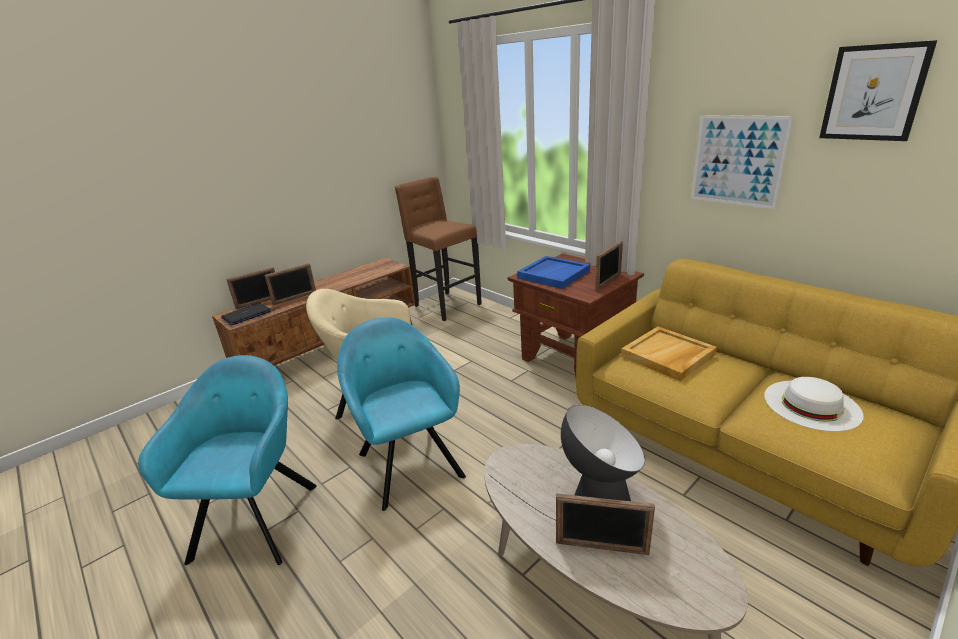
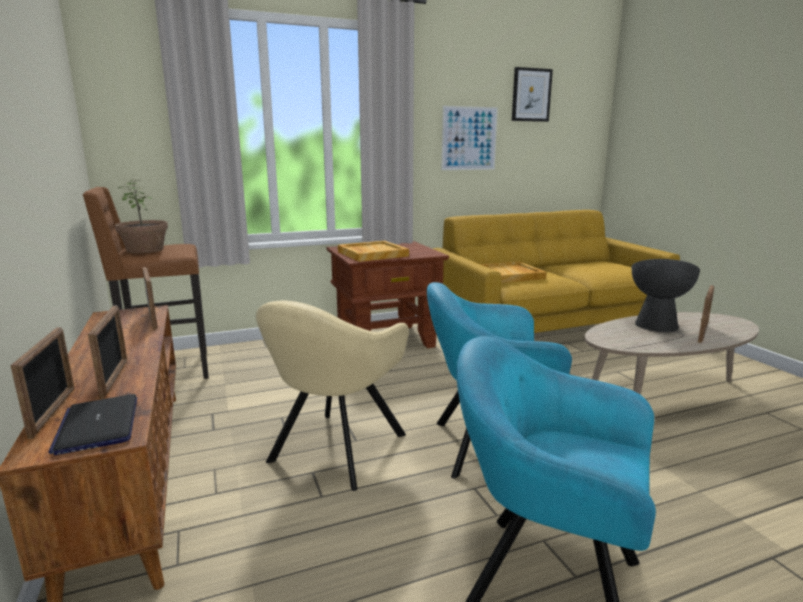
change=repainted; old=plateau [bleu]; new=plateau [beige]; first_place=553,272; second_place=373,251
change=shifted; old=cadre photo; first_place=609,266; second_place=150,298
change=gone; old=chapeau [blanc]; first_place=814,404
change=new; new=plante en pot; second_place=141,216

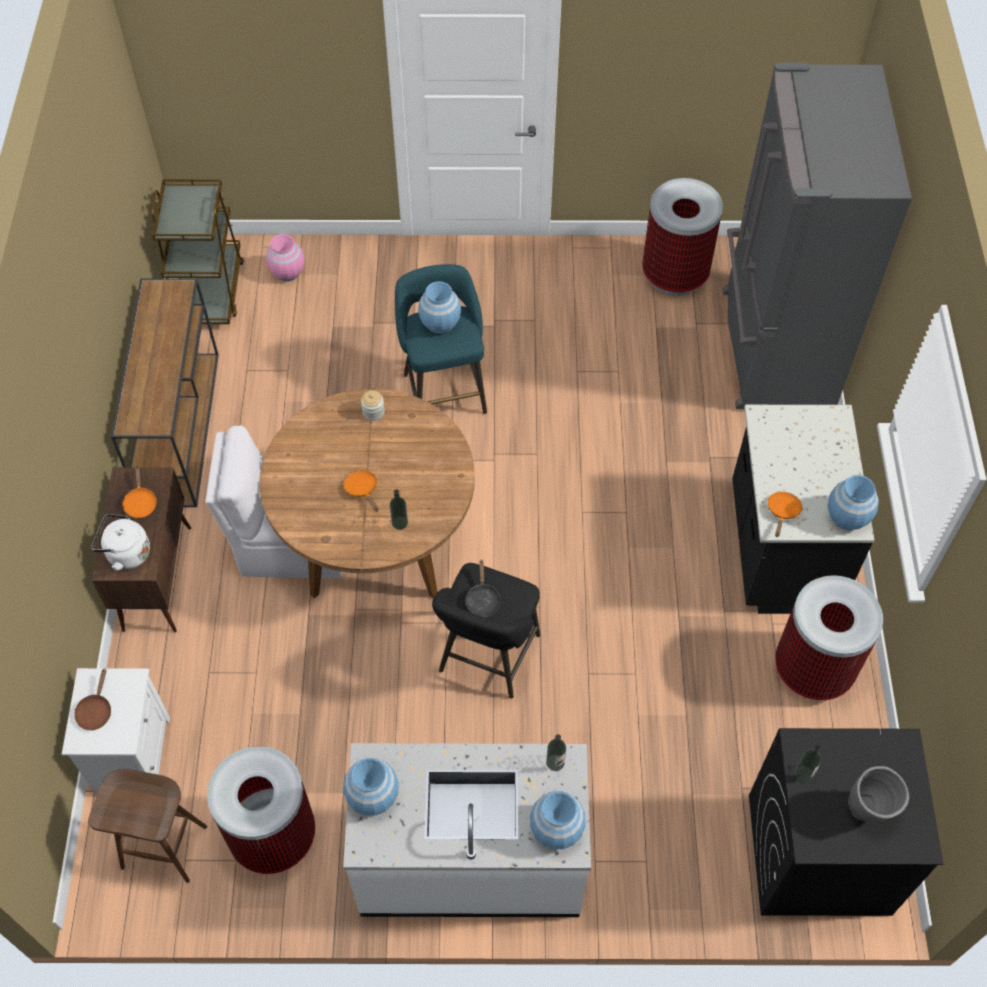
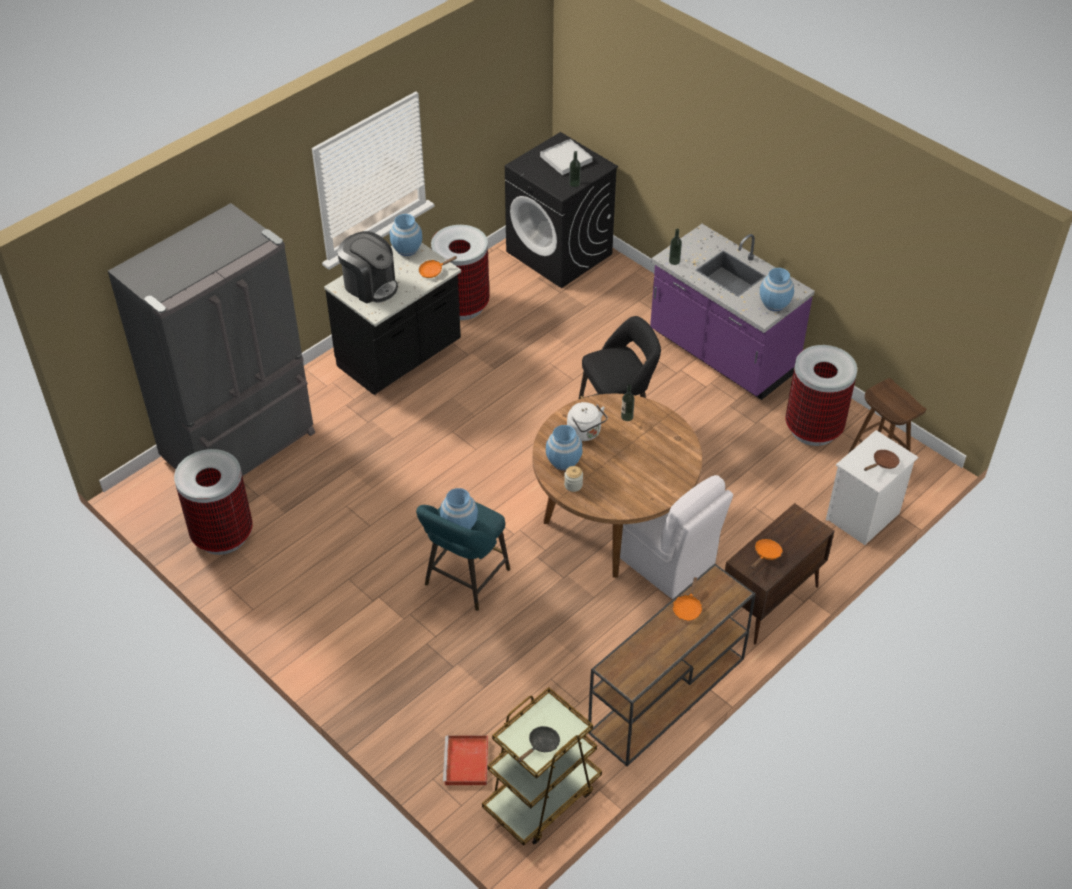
change=shifted; old=bouilloire [blanc]; first_place=120,542; second_place=587,421
change=swapped; old=vase [rose]; new=plateau [rouge]; first_place=285,257; second_place=465,760
change=repainted; old=comptoir de cuisine [blanc]; new=comptoir de cuisine [violet]; first_place=467,830; second_place=732,312
change=shifted; old=poêle [orange]; first_place=361,491; second_place=687,599
change=shifted; old=poêle [noir]; first_place=483,588; second_place=539,744
change=shifted; old=vase [bleu]; first_place=558,820; second_place=564,447
change=swapped; old=vase [gris]; new=plateau [blanc]; first_place=878,794; second_place=566,157
change=new; new=machine à café; second_place=367,267

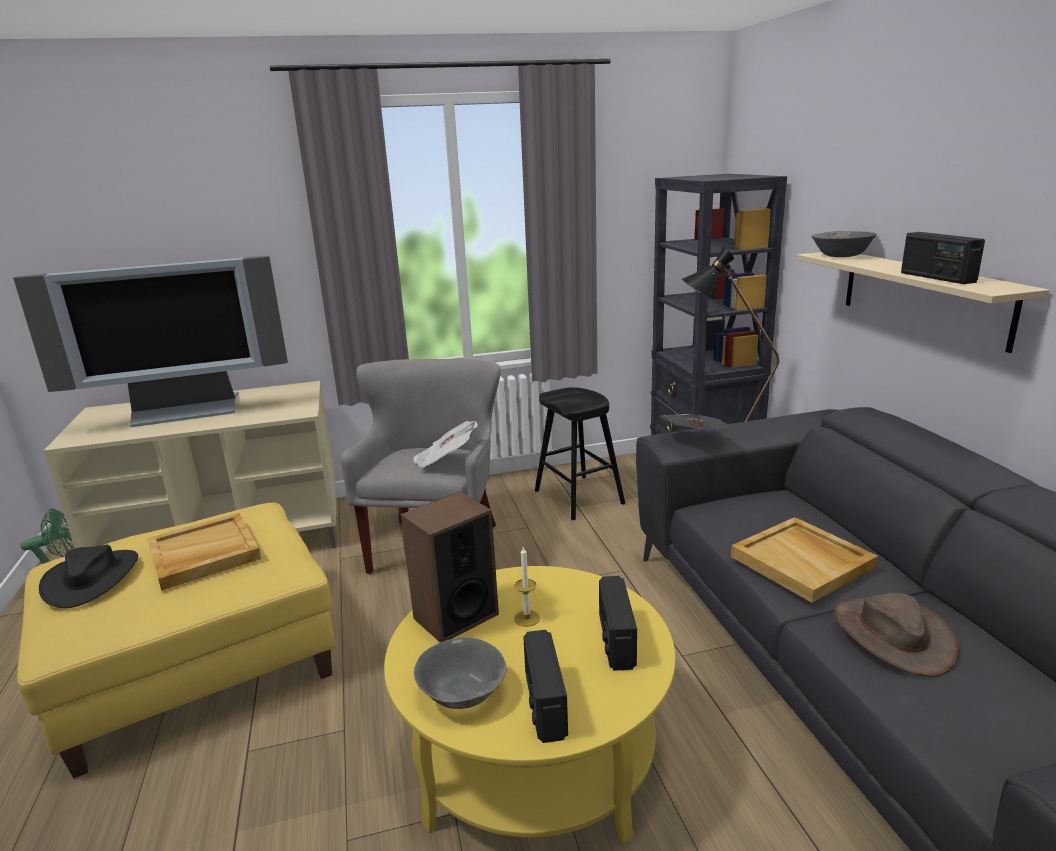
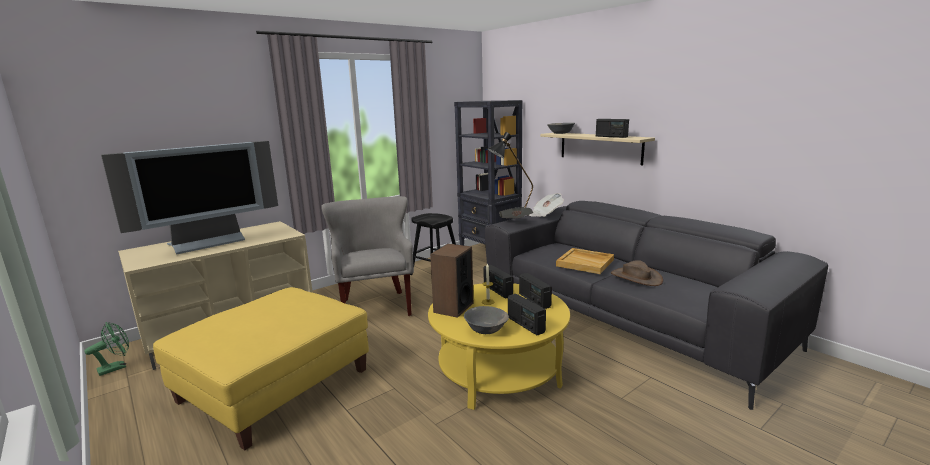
change=gone; old=chapeau [noir]; first_place=88,576
change=gone; old=plateau [beige]; first_place=204,552
change=shifted; old=journal; first_place=445,445; second_place=546,205
change=new; new=radio; second_place=498,282

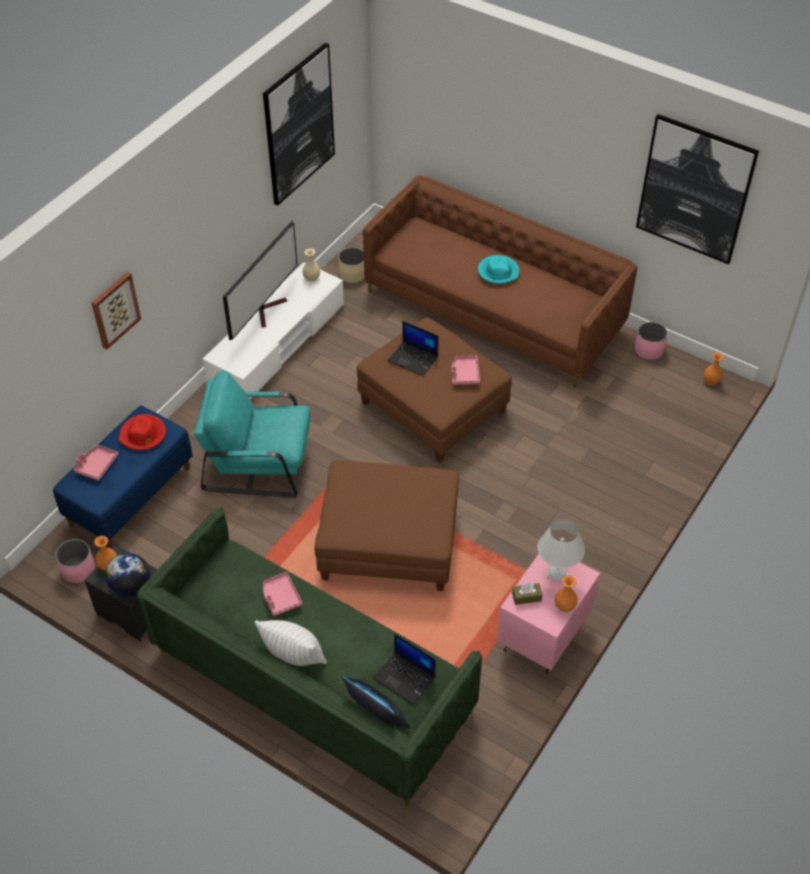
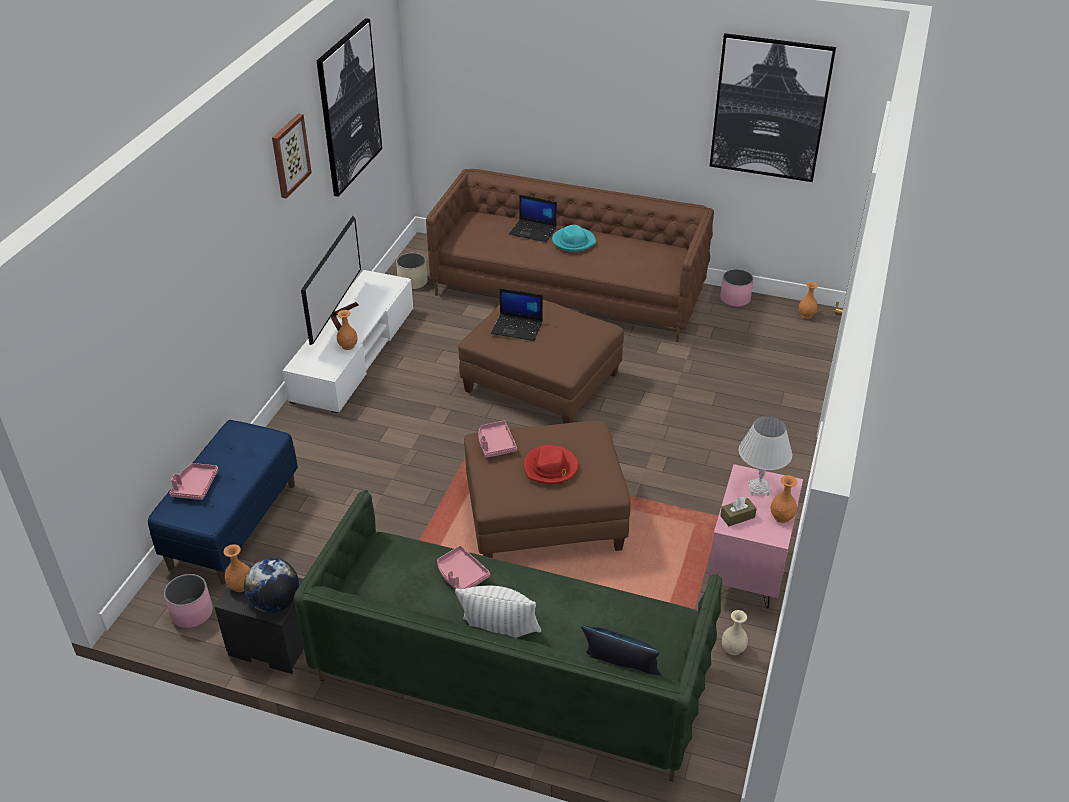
change=shifted; old=tableau; first_place=116,311; second_place=292,156
change=shifted; old=chapeau [rouge]; first_place=142,432; second_place=551,464
change=gone; old=fauteuil [turquoise]; first_place=252,434
change=shifted; old=vase [beige]; first_place=311,265; second_place=735,632
change=shifted; old=ordinateur portable; first_place=404,669; second_place=533,218
change=shifted; old=plateau [rose]; first_place=465,370; second_place=497,439
change=new; new=vase [orange]; second_place=347,330

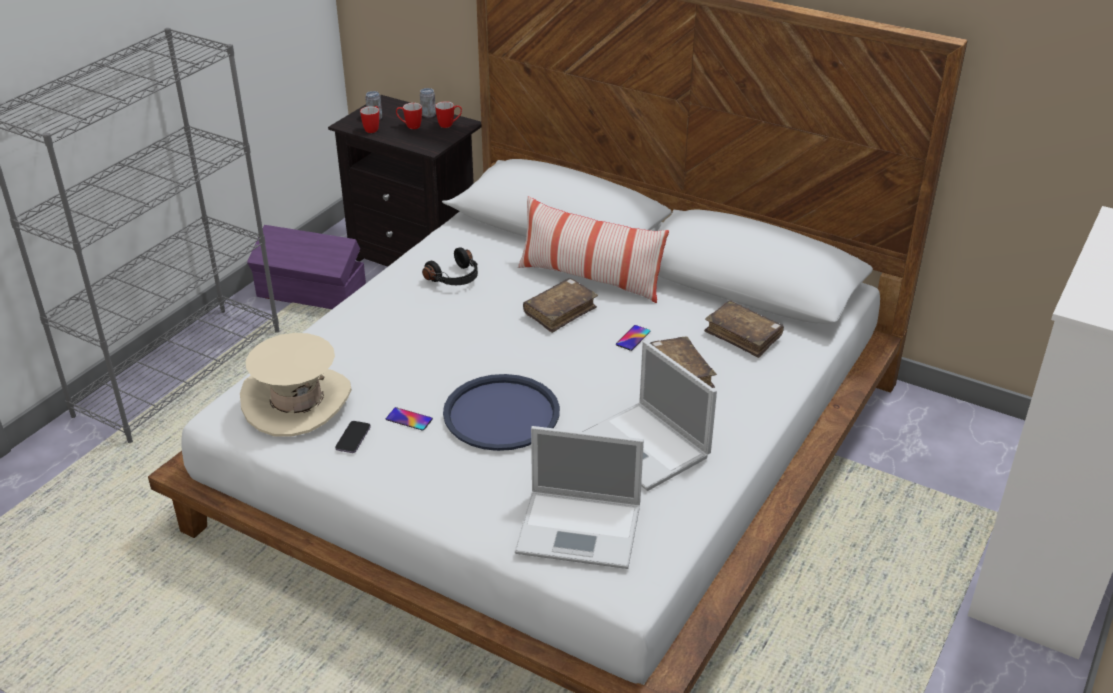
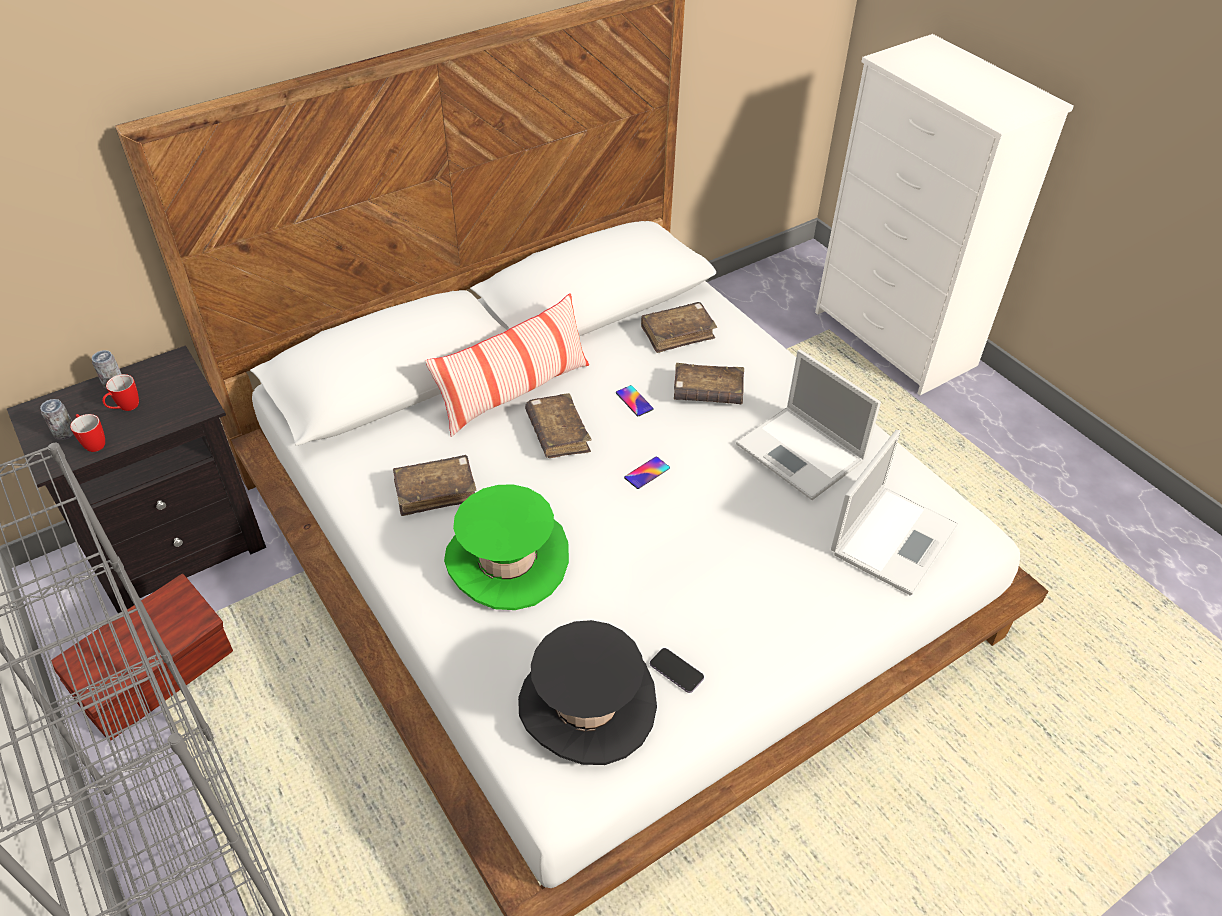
change=repainted; old=chapeau [beige]; new=chapeau [noir]; first_place=296,385; second_place=587,692
change=repainted; old=boîte de rangement [violet]; new=boîte de rangement [marron]; first_place=306,267; second_place=142,657
change=shifted; old=téléphone; first_place=409,419; second_place=647,473
change=swapped; old=casque audio [noir]; new=livre [marron]; first_place=450,266; second_place=435,485
change=gone; old=mug; first_place=448,114
change=gone; old=plateau [bleu]; first_place=501,412
change=rotated; old=ordinateur portable; first_place=649,416; second_place=808,425; degrees=60
change=new; new=chapeau [vert]; second_place=506,547

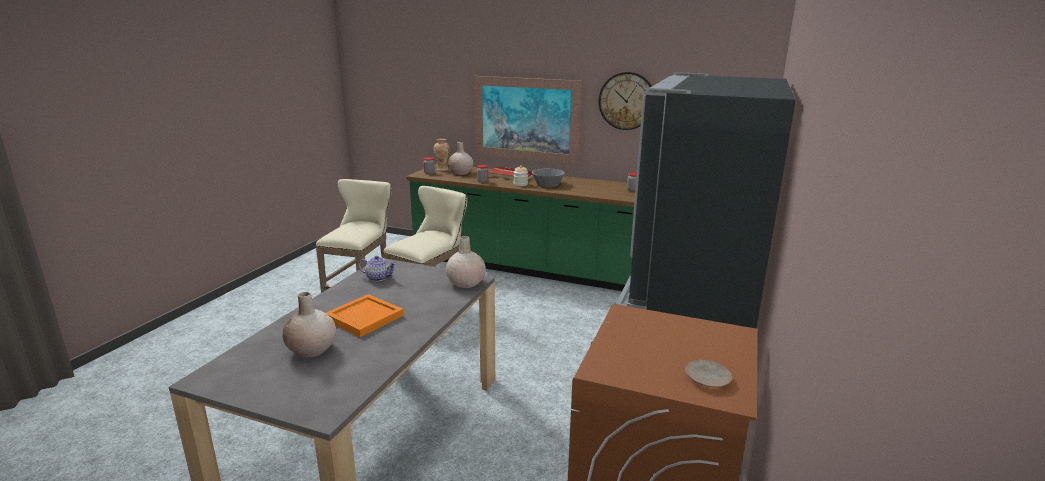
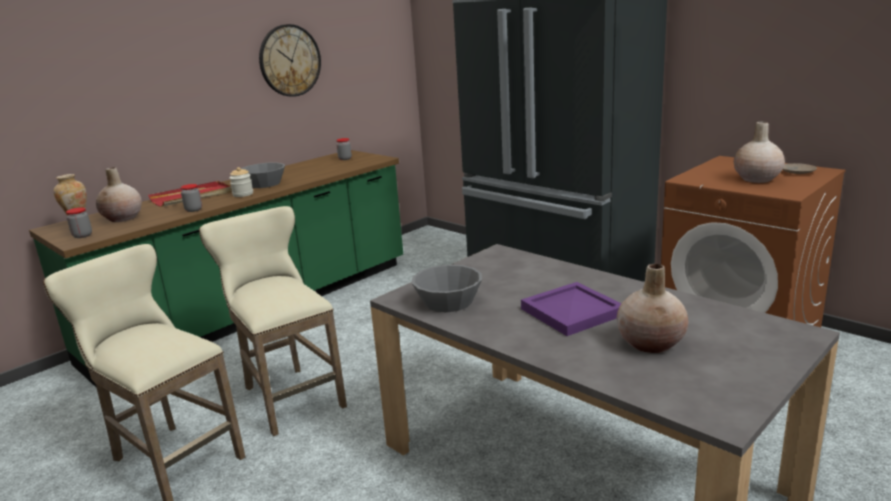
change=repainted; old=plateau [orange]; new=plateau [violet]; first_place=365,315; second_place=571,309
change=swapped; old=théière; new=bol [gris]; first_place=377,268; second_place=447,288
change=shifted; old=vase [beige]; first_place=466,262; second_place=759,152
change=gone; old=tableau; first_place=527,120

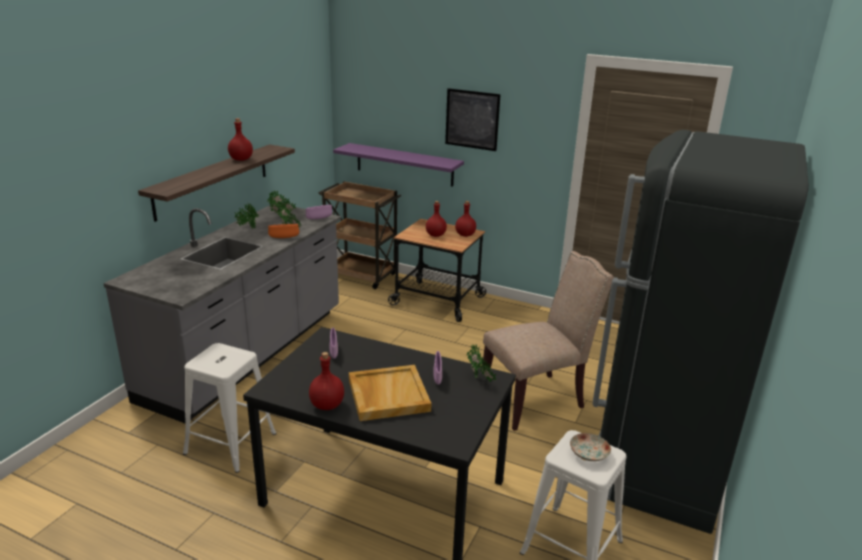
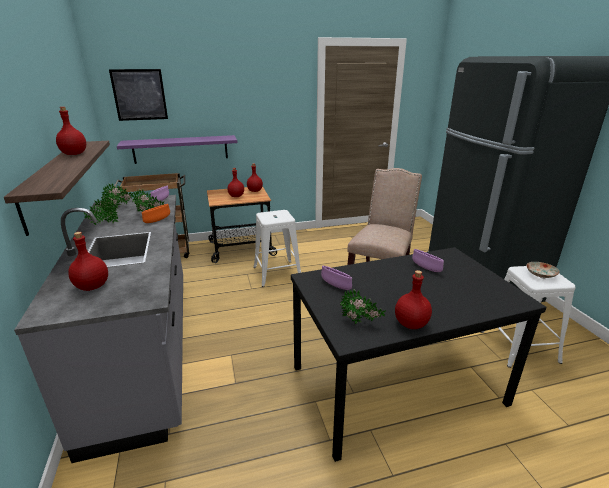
change=shifted; old=tabouret [blanc]; first_place=230,408; second_place=277,248
change=gone; old=plateau [beige]; first_place=390,393
change=shifted; old=tableau; first_place=473,119; second_place=138,95
change=shifted; old=plante en pot; first_place=481,363; second_place=363,306
change=new; new=bouteille [rouge]; second_place=88,261

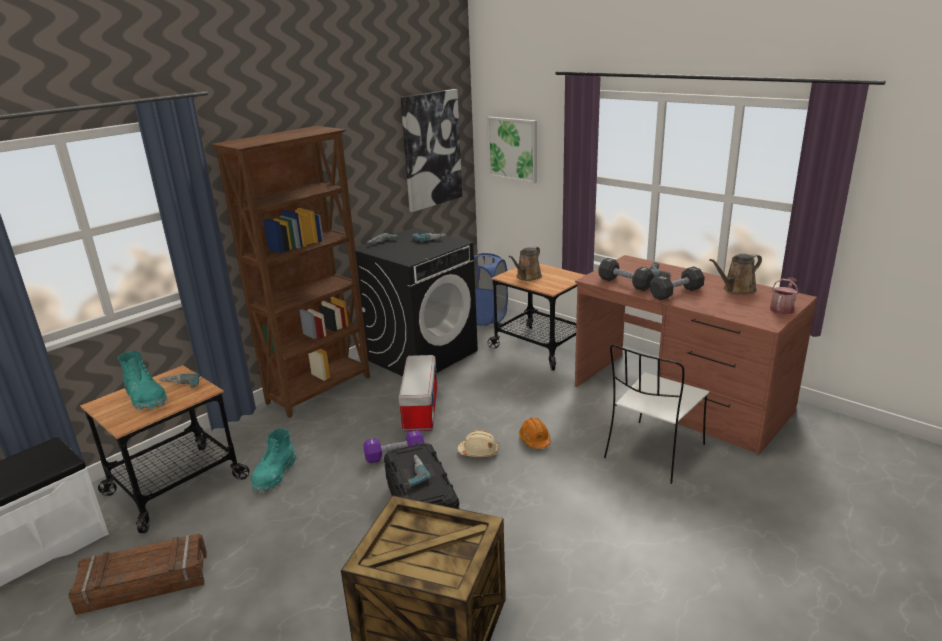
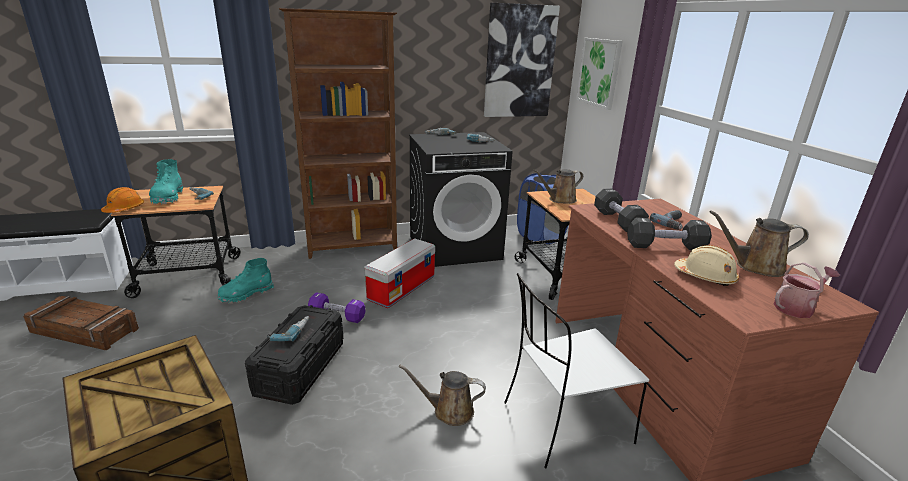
change=shifted; old=casque de chantier [beige]; first_place=478,443; second_place=706,265
change=shifted; old=casque de chantier [orange]; first_place=535,433; second_place=122,200
change=new; new=arrosoir [marron]; second_place=442,395

